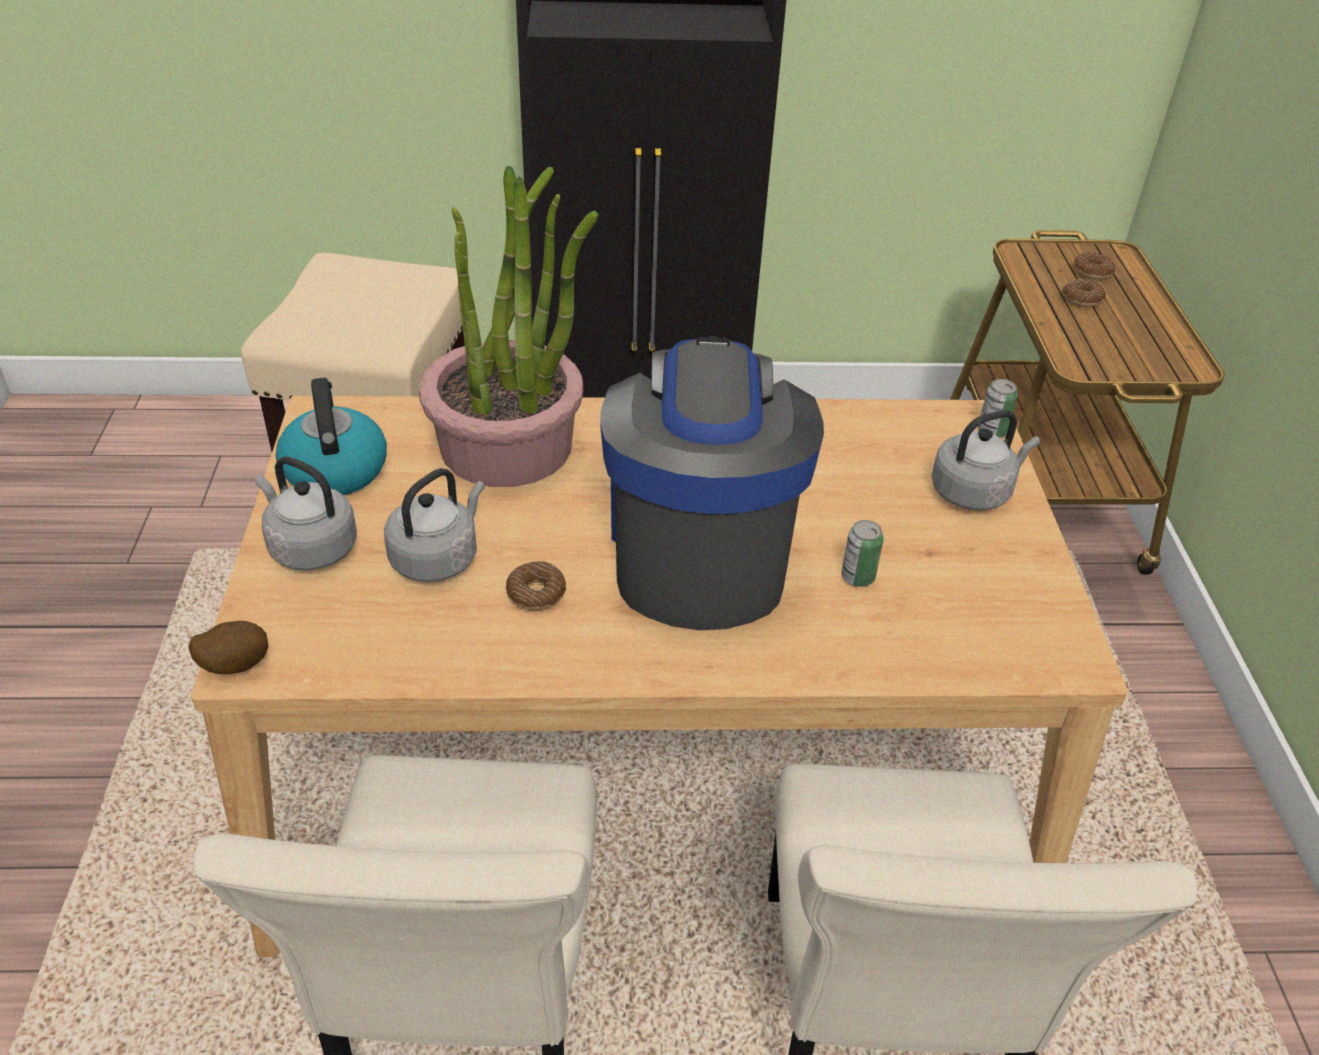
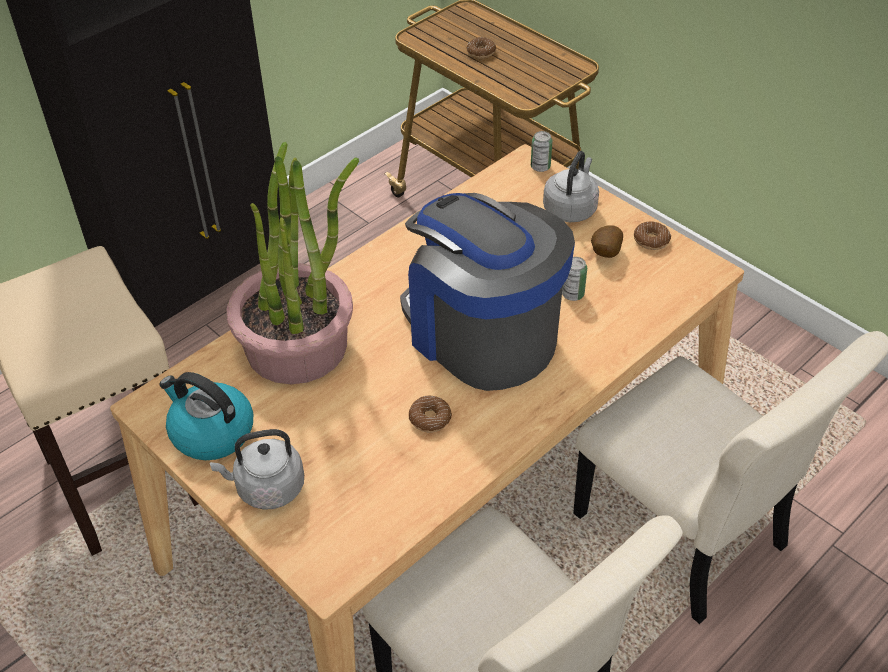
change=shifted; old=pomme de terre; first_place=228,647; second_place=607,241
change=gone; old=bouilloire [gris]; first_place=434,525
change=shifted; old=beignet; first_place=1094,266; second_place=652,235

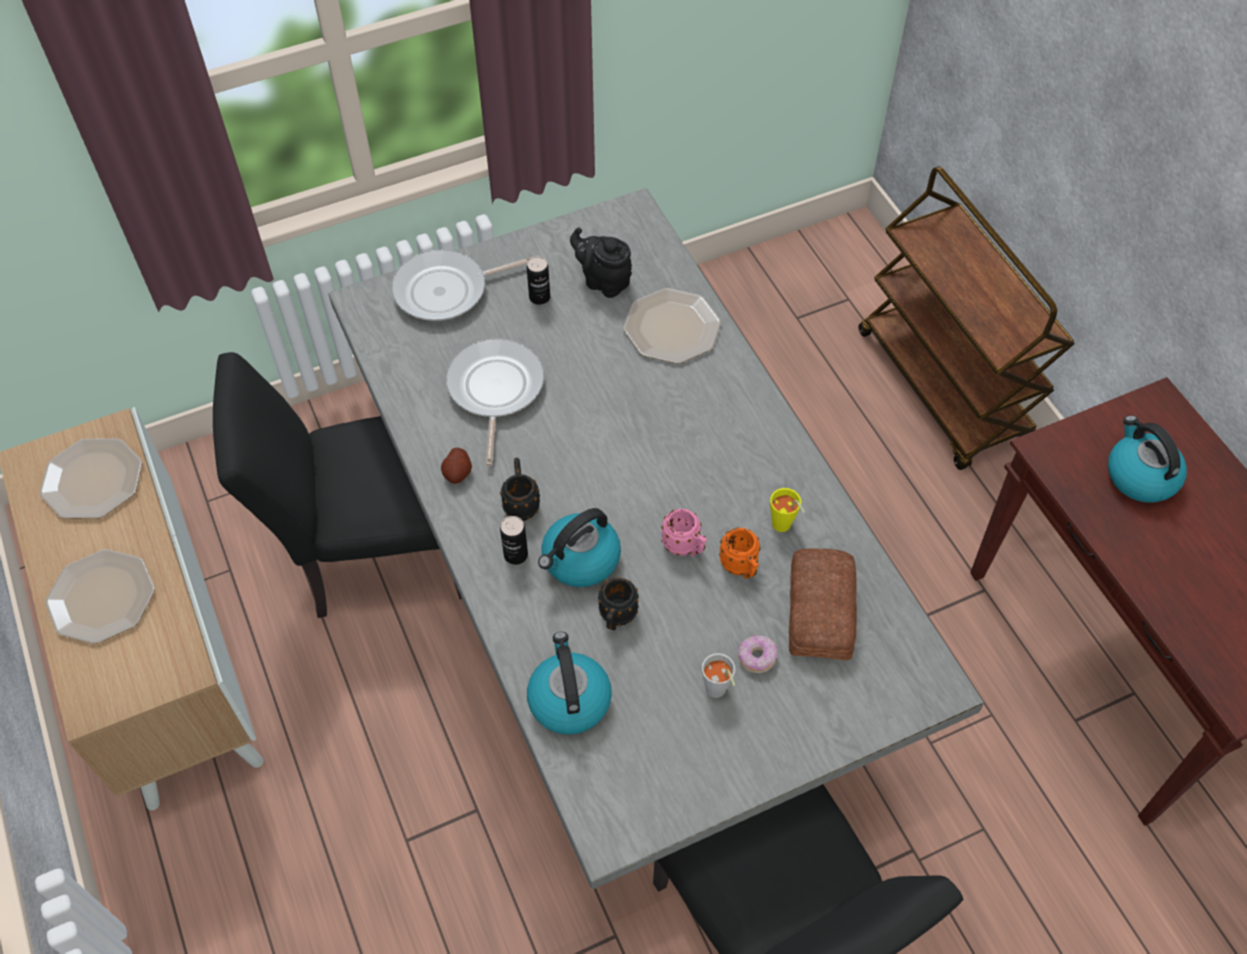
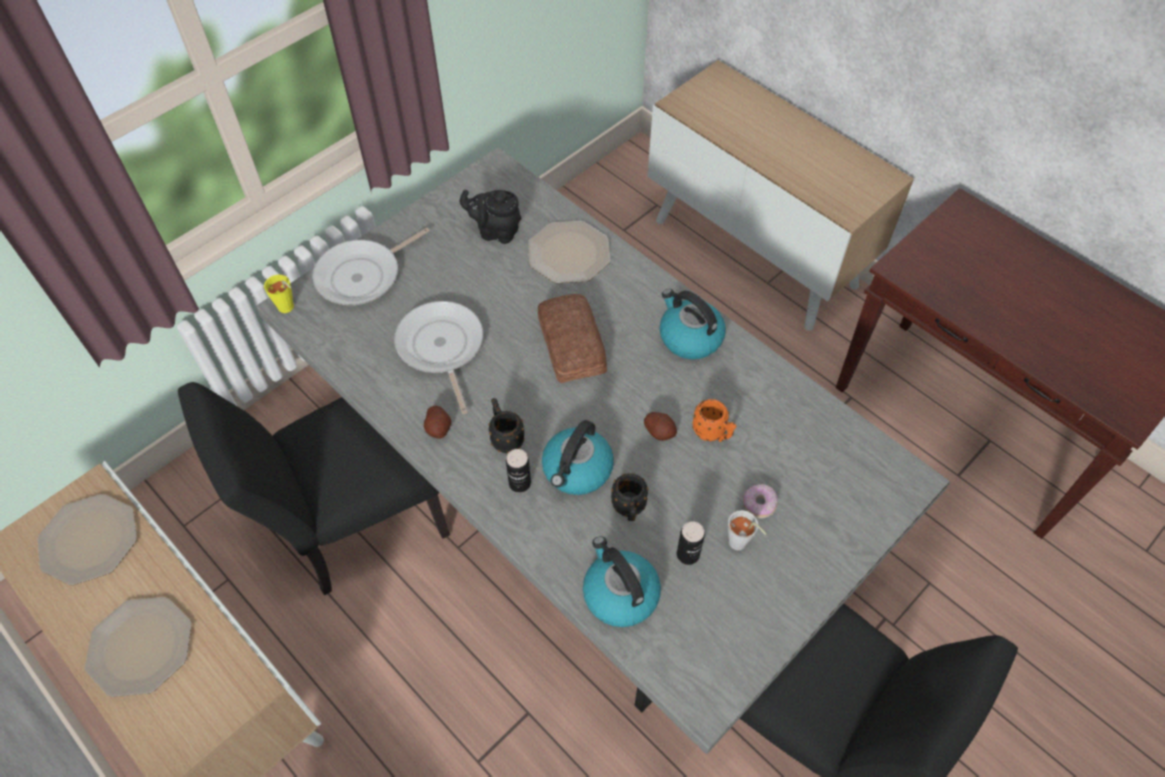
change=shifted; old=boîte métallique; first_place=538,280; second_place=691,543
change=swapped; old=mug [rose]; new=pomme de terre; first_place=684,533; second_place=660,426
change=shifted; old=tasse [jaune]; first_place=787,510; second_place=279,294
change=shifted; old=pain; first_place=823,604; second_place=572,338
change=swapped; old=chariot [marron]; new=meuble de rangement; first_place=967,318; second_place=780,195
change=shifted; old=bouilloire; first_place=1147,459; second_place=693,324

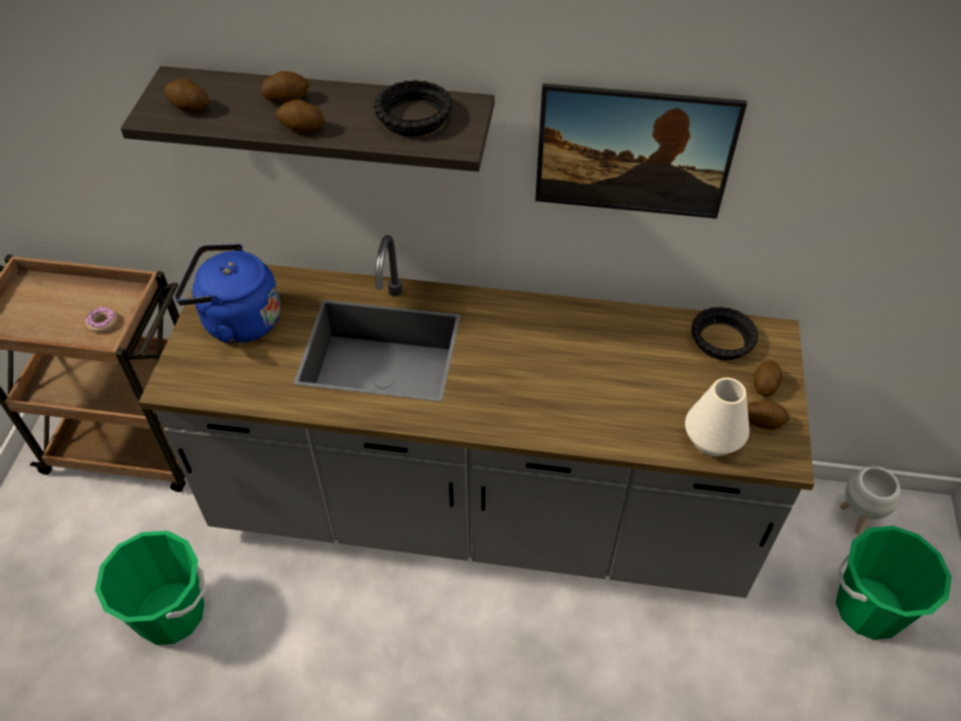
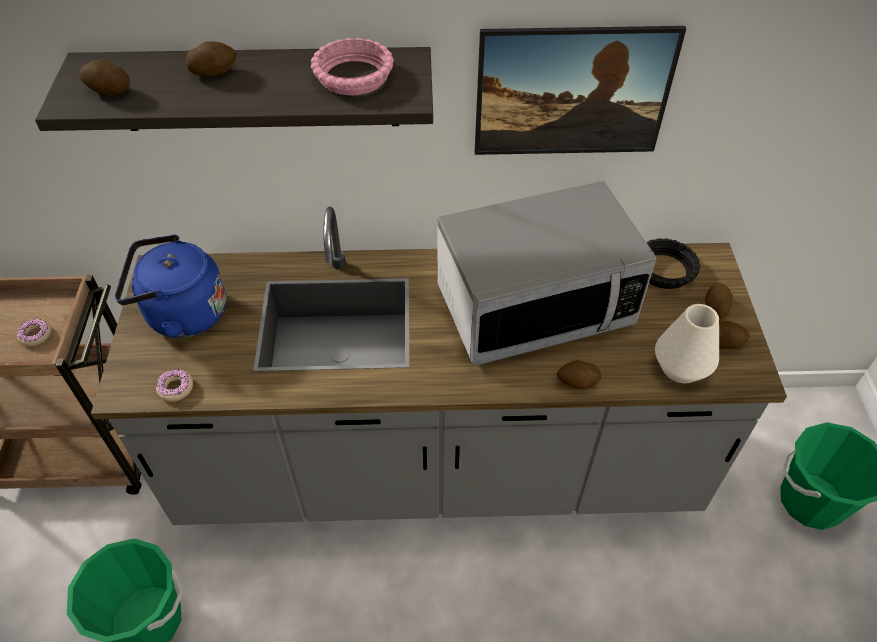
change=shifted; old=pomme de terre; first_place=300,116; second_place=579,374
change=repainted; old=bol [noir]; new=bol [rose]; first_place=413,108; second_place=352,66
change=gone; old=cache-pot [blanc]; first_place=870,500
change=new; new=beignet; second_place=174,385
change=new; new=micro-ondes; second_place=546,273

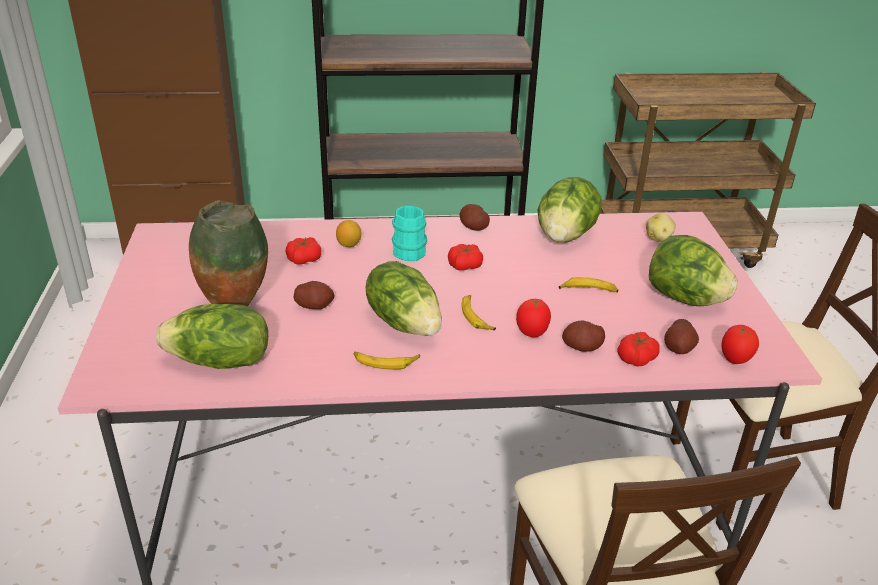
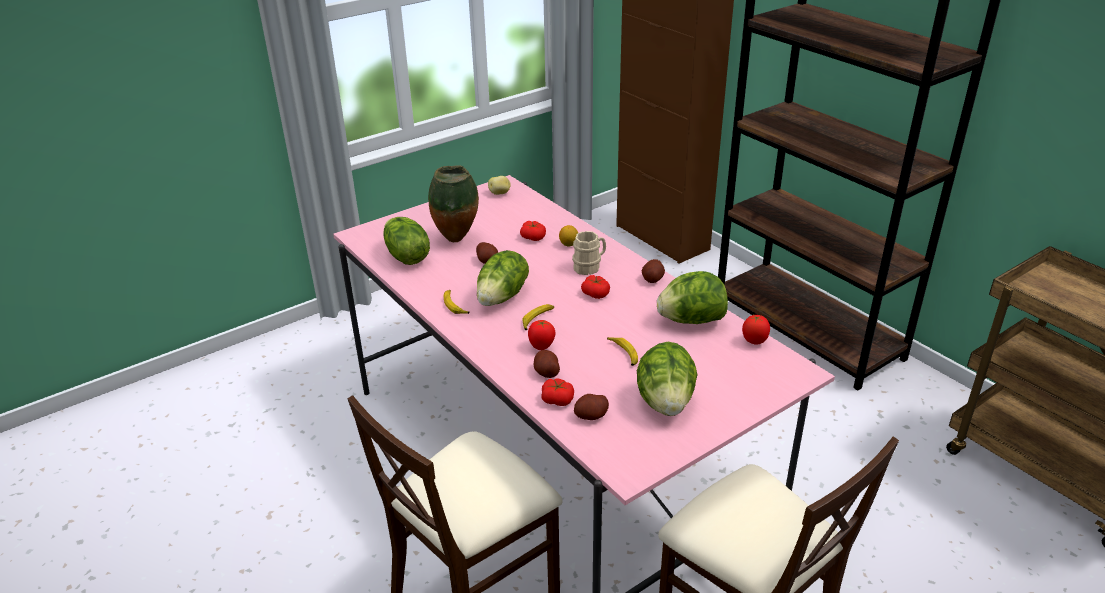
change=repainted; old=mug [turquoise]; new=mug [beige]; first_place=409,233; second_place=589,253
change=shifted; old=pomme de terre; first_place=661,227; second_place=499,185
change=shifted; old=tomate; first_place=740,344; second_place=756,330

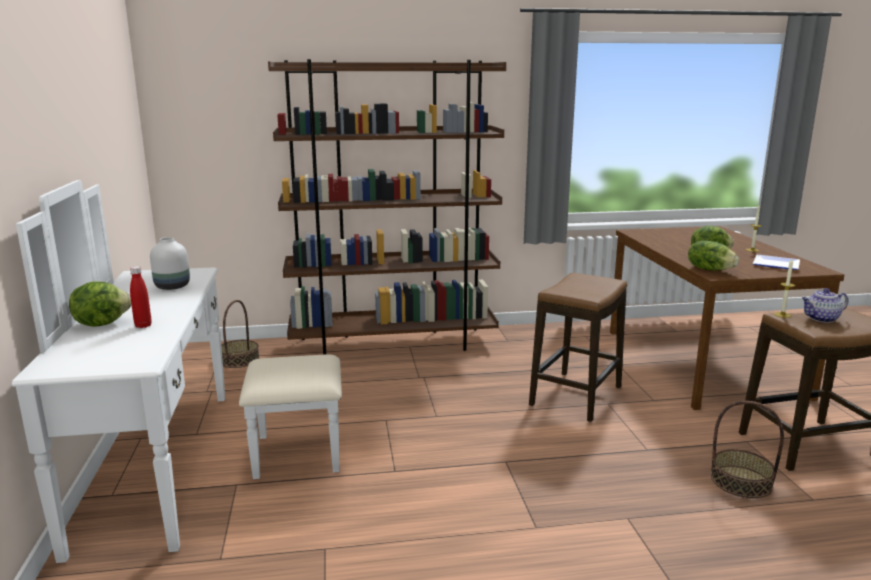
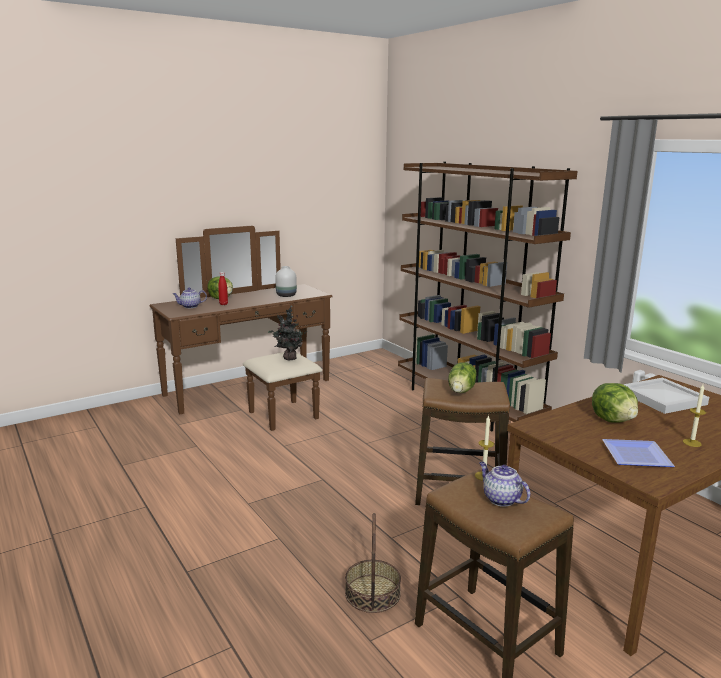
change=repainted; old=commode [blanc]; new=commode [marron]; first_place=177,371; second_place=241,328
change=gone; old=panier; first_place=240,334
change=shifted; old=laitue; first_place=713,256; second_place=462,377
change=new; new=théière; second_place=190,297
change=new; new=plante en pot; second_place=287,333
change=new; new=plateau [blanc]; second_place=666,396

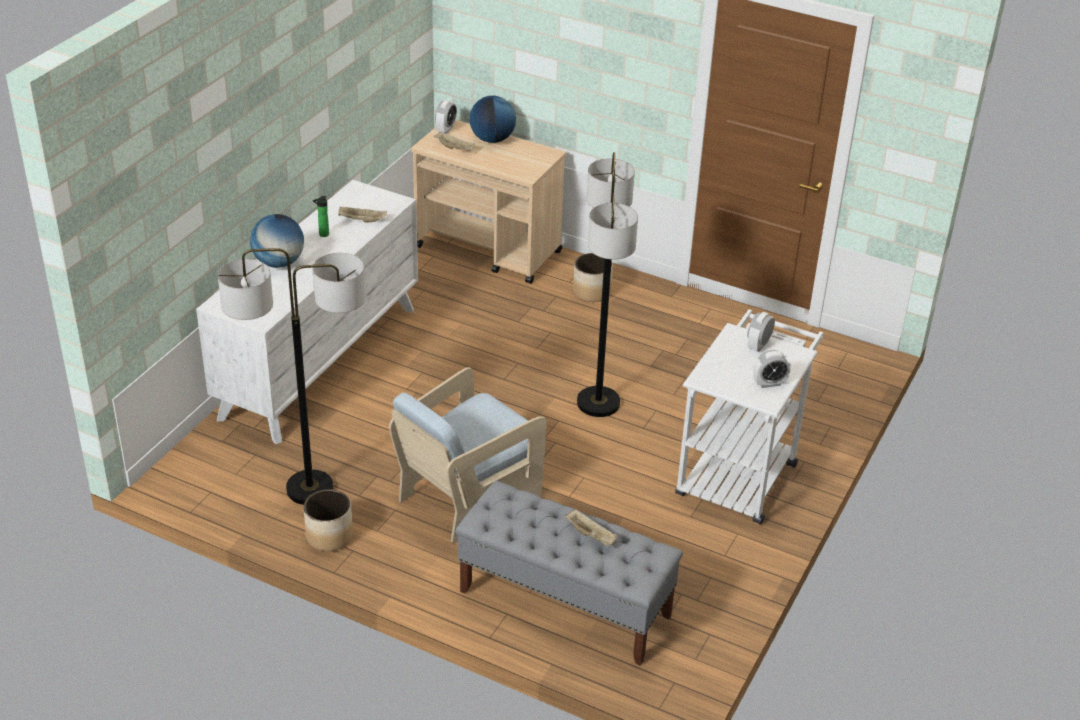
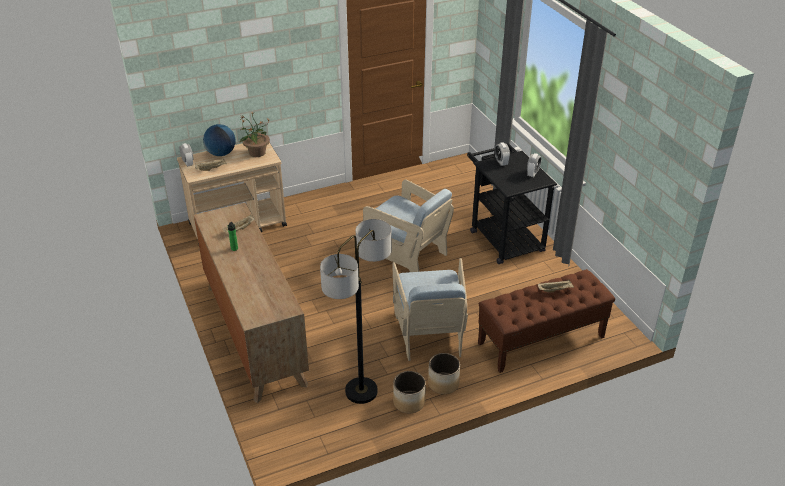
change=repainted; old=commode [blanc]; new=commode [marron]; first_place=307,312; second_place=251,303
change=gone; old=globe; first_place=277,241
change=repainted; old=banc [gris]; new=banc [marron]; first_place=569,573; second_place=546,321
change=shifted; old=cache-pot; first_place=593,277; second_place=444,373
change=swapped; old=lampadaire; new=fauteuil [beige]; first_place=607,284; second_place=408,226
change=repainted; old=chariot [blanc]; new=chariot [noir]; first_place=749,417; second_place=512,203
change=new; new=plante en pot; second_place=254,134

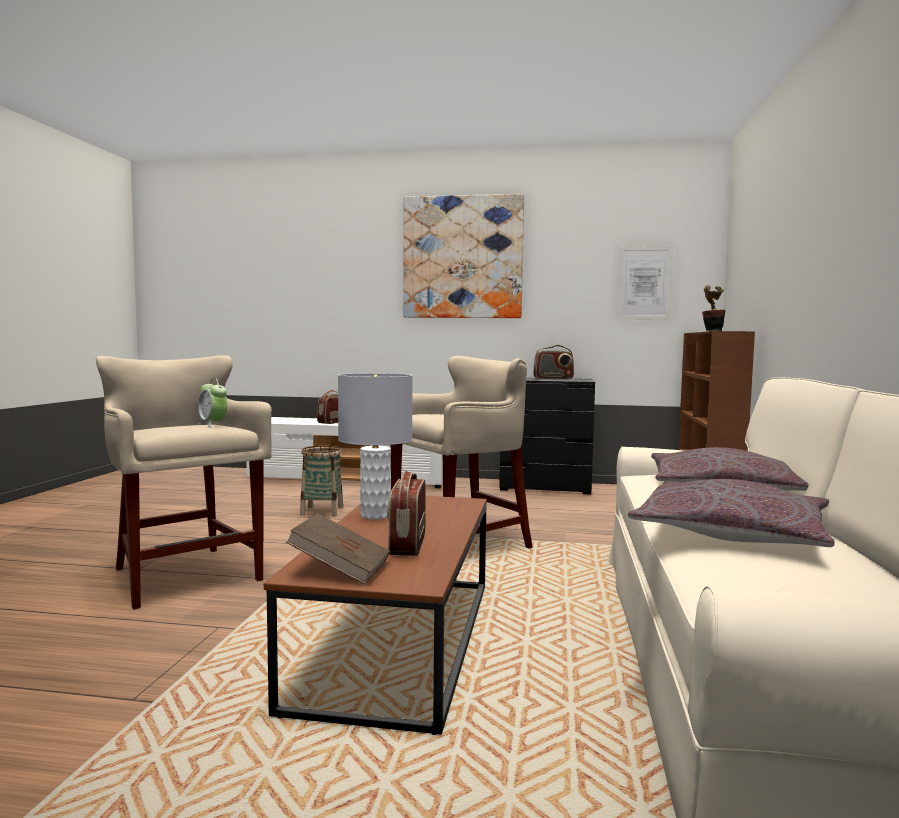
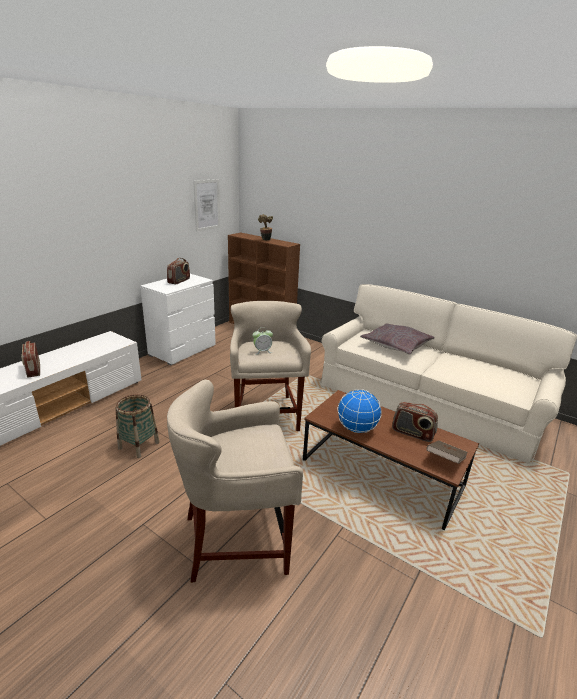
change=shifted; old=réveil; first_place=212,402; second_place=262,341
change=swapped; old=lampe de table [gris]; new=globe; first_place=375,446; second_place=359,411
change=gone; old=tableau; first_place=463,256
change=repainted; old=commode [noir]; new=commode [blanc]; first_place=547,436; second_place=178,319
change=gone; old=coussin [gris]; first_place=731,513

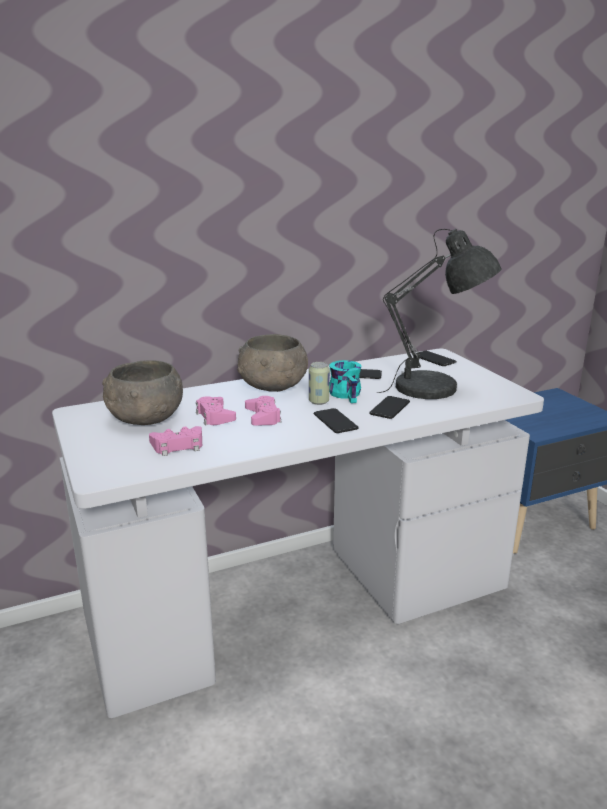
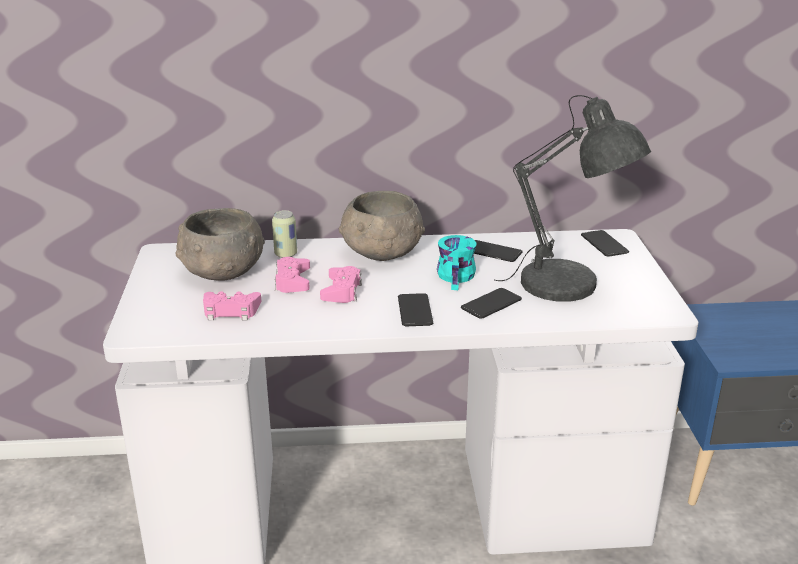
change=shifted; old=boîte métallique; first_place=319,383; second_place=284,234

